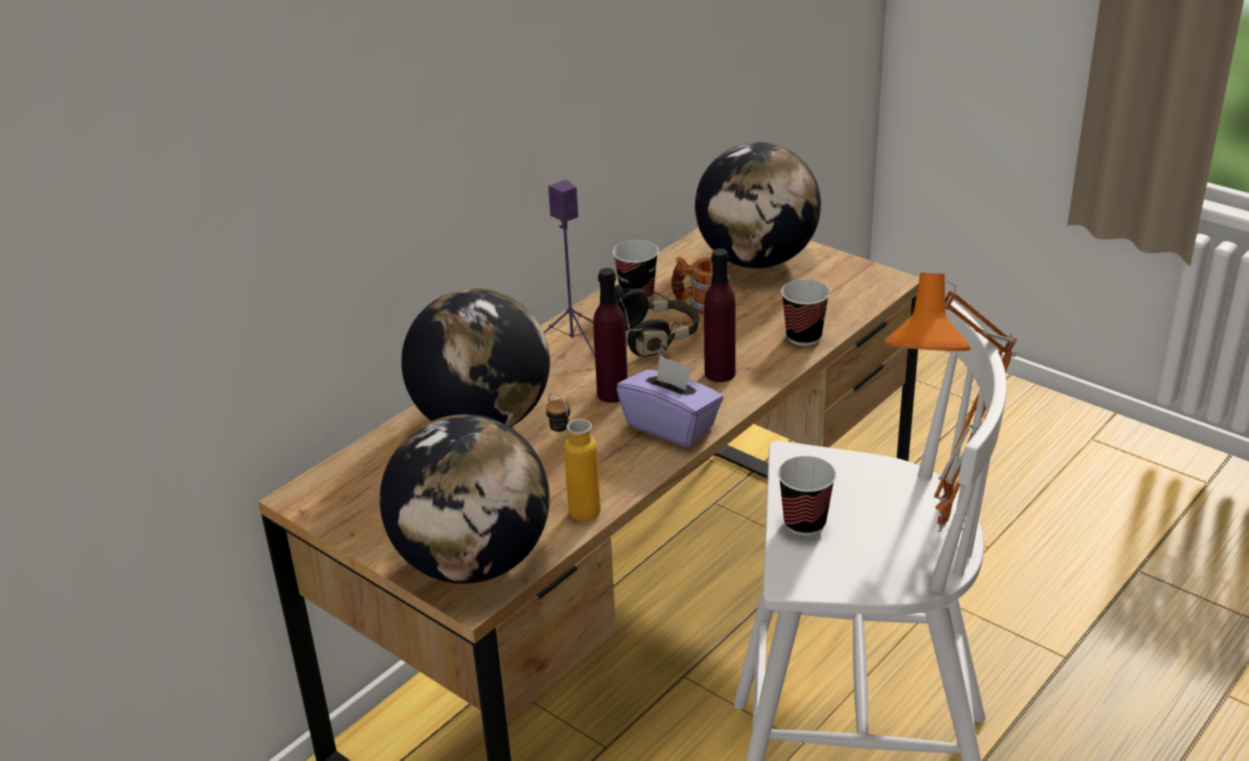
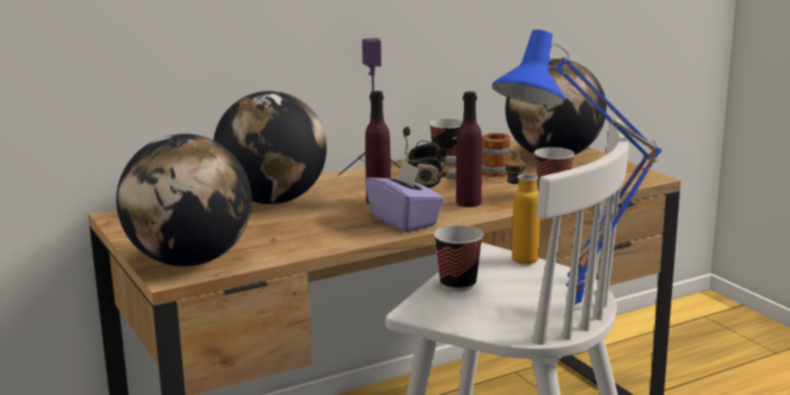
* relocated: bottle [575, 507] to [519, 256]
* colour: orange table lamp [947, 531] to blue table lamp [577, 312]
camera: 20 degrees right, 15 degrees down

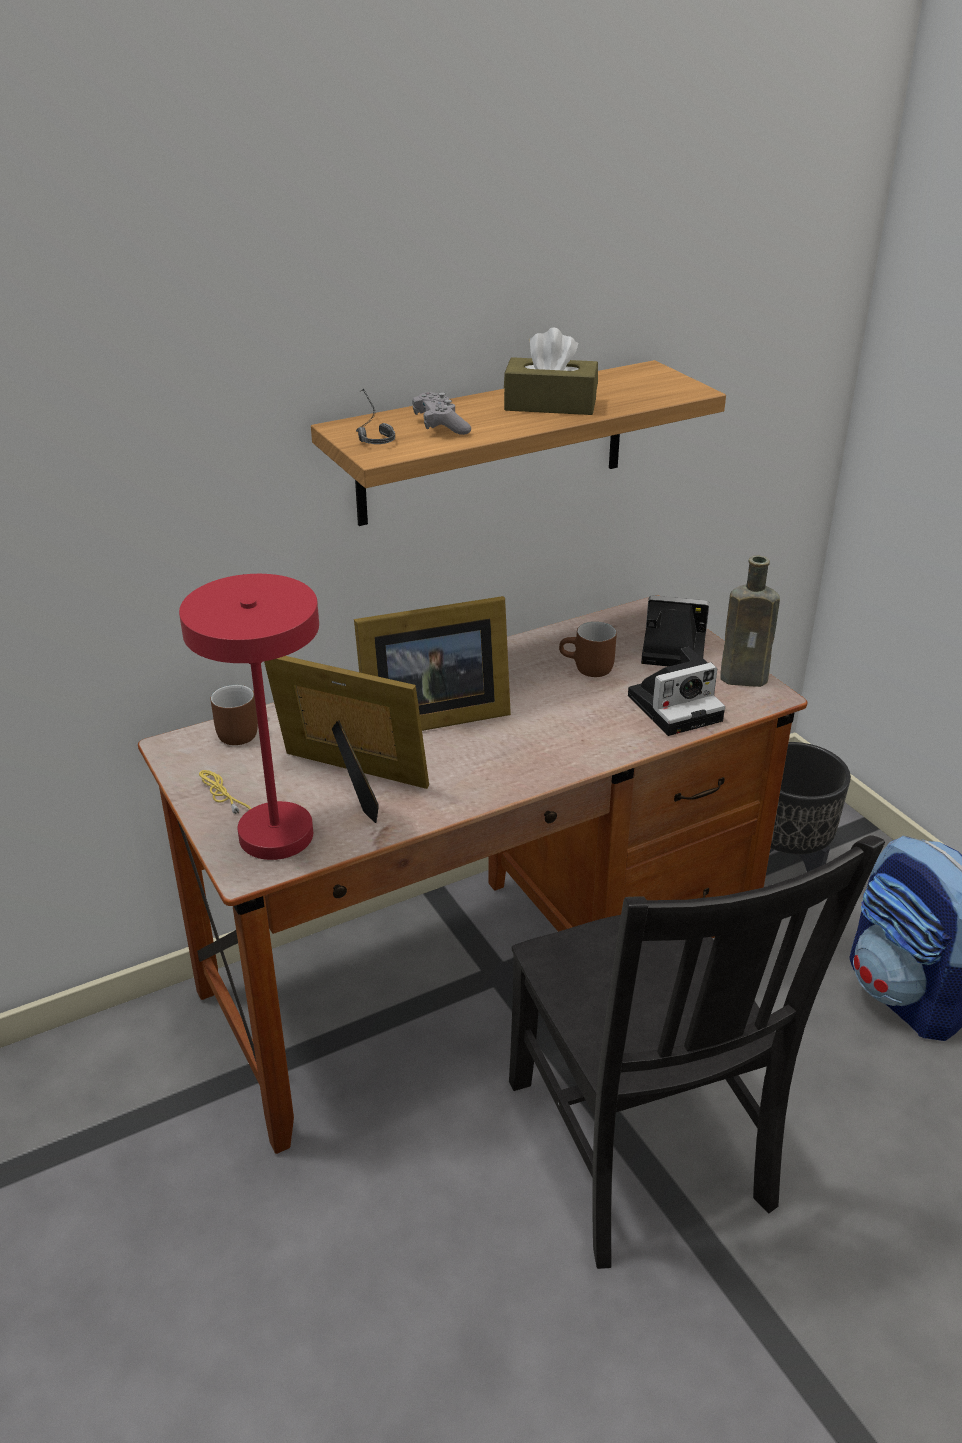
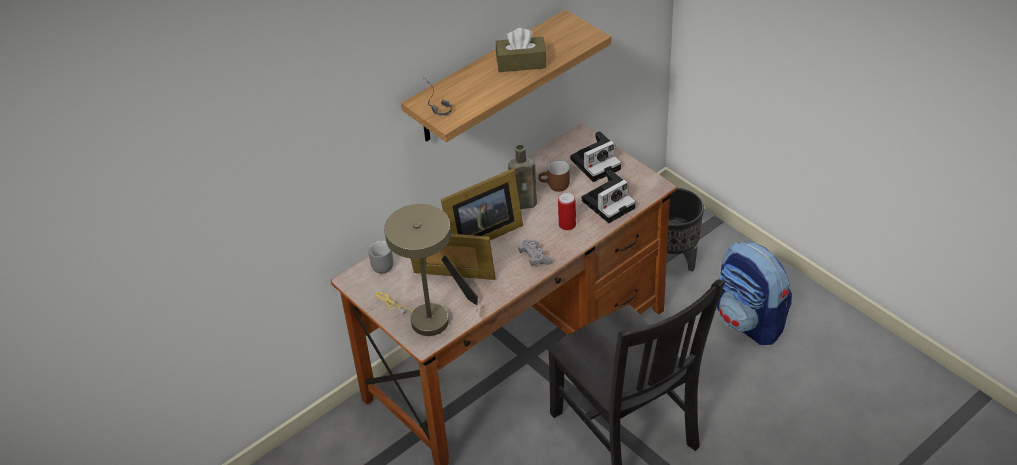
* appeared: can [567, 224]
* relocated: grey game controller [440, 426] to [534, 257]
* relocated: brown bottle [747, 678] to [525, 203]
* colour: red table lamp [266, 829] to beige table lamp [423, 319]
* colour: brown mug [239, 731] to grey mug [382, 263]
* spun: photo camera [670, 648] = [596, 163] 150 degrees clockwise
camera: 10 degrees left, 10 degrees up

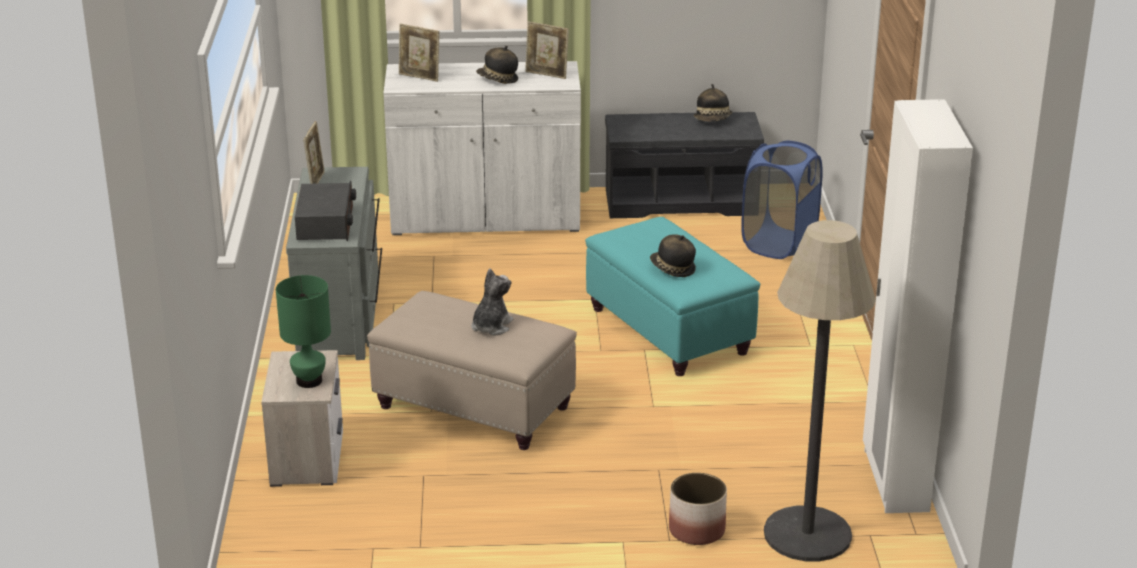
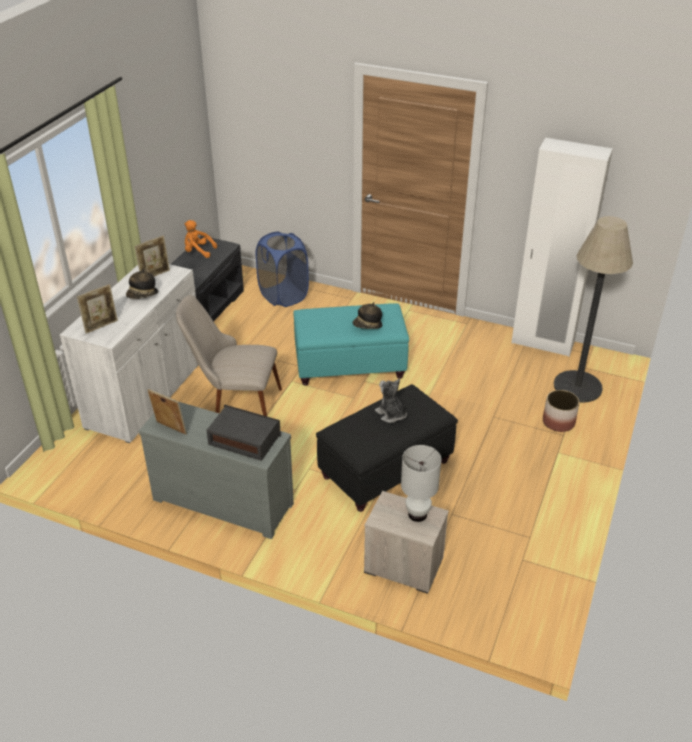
* appeared: beige chair [235, 405]
* exchanged: hat [713, 120] to orange plush toy [198, 251]
* colour: green table lamp [309, 381] to white table lamp [417, 514]
* colour: beige ottoman [472, 407] to black ottoman [385, 469]
camera: 65 degrees left, 10 degrees up

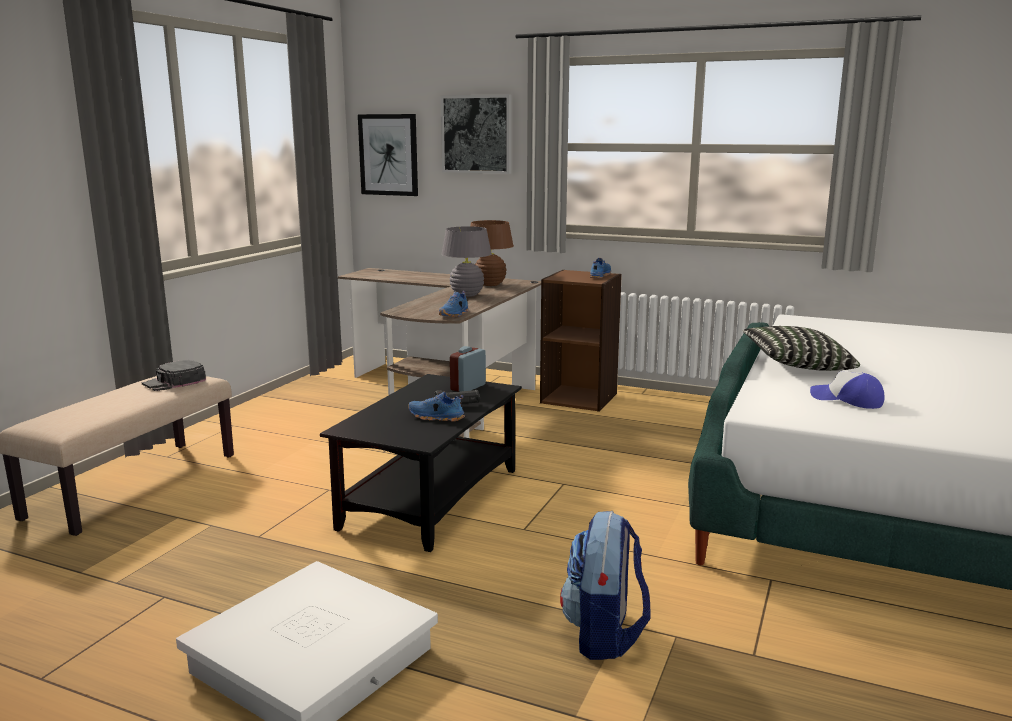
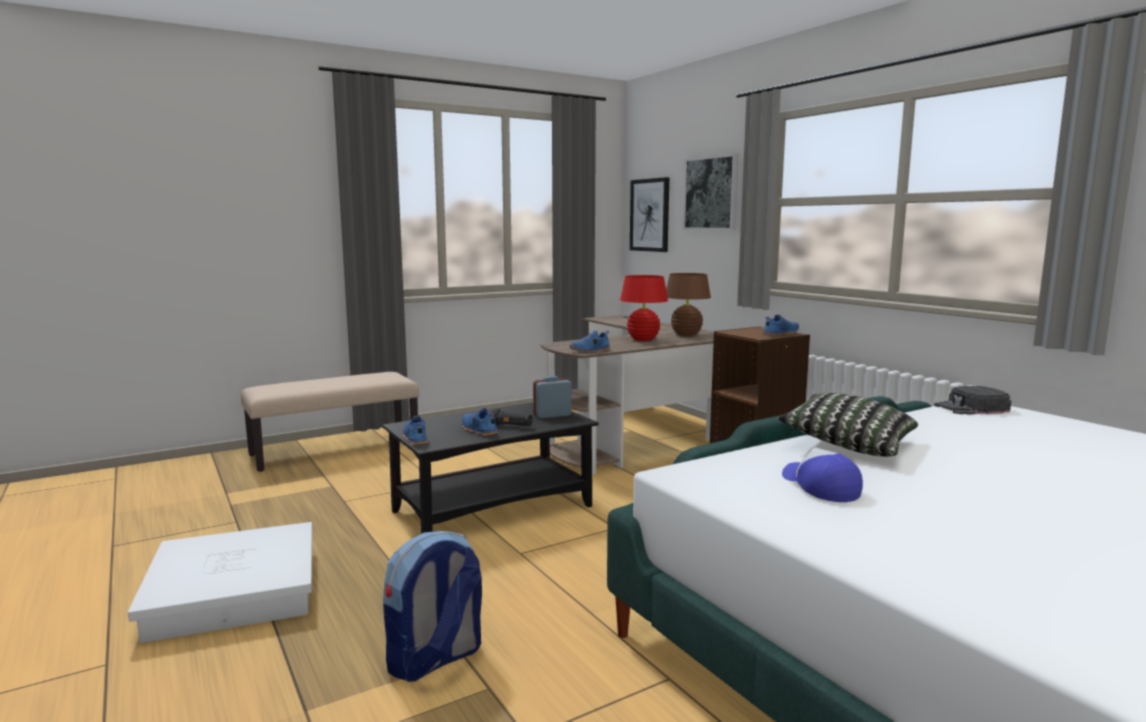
* appeared: blue shoe [414, 439]
* relocated: black cap [174, 382] to [971, 408]
* colour: grey table lamp [467, 295] to red table lamp [643, 339]
camera: 35 degrees right, 5 degrees down

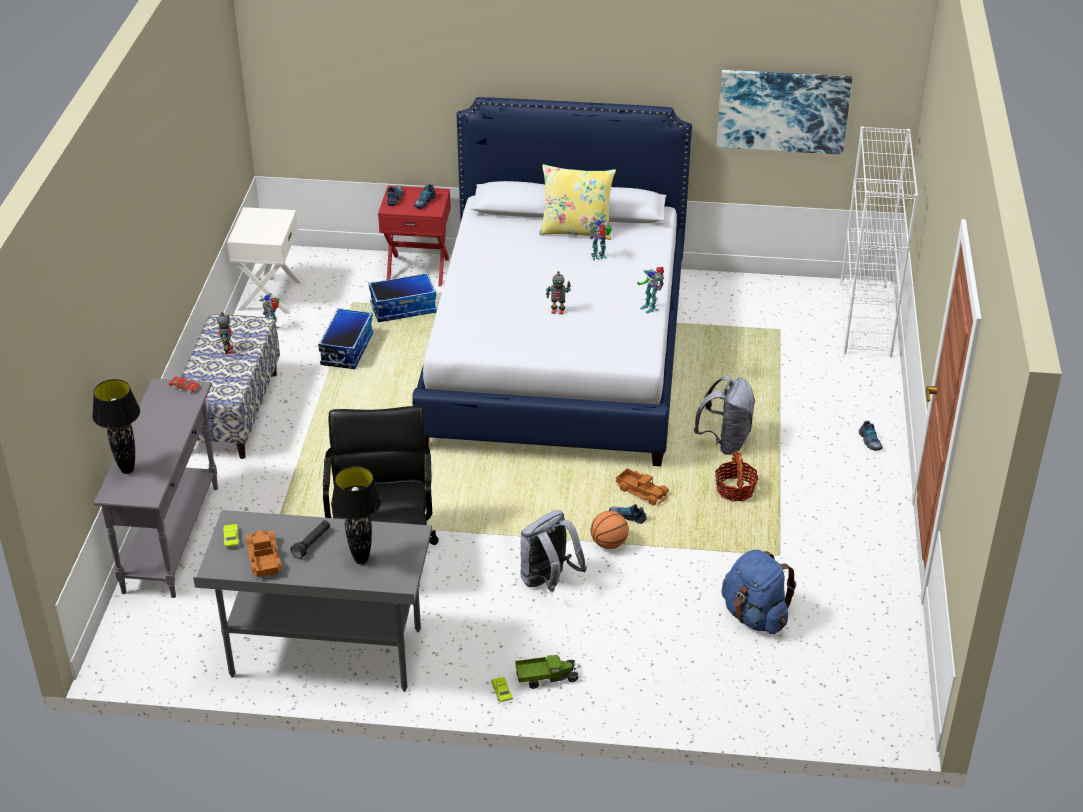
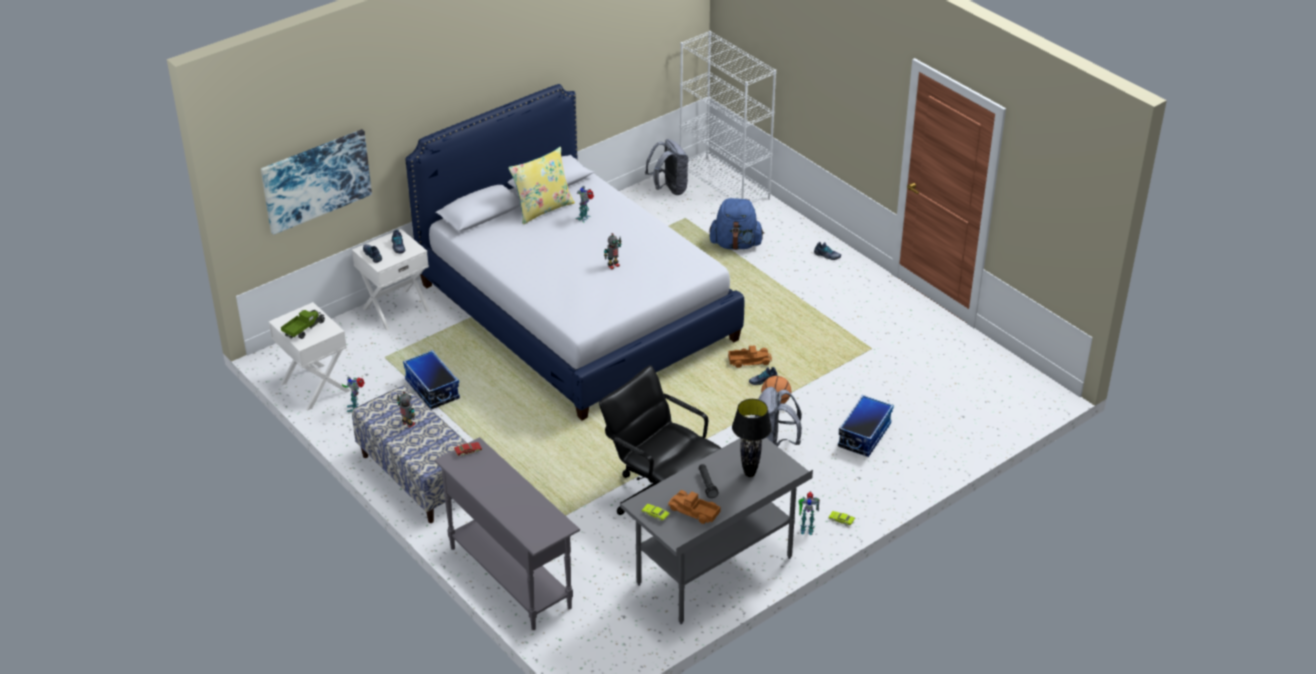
* missing: black table lamp [127, 470]
* missing: basket [735, 490]
* relocated: storage box [403, 308] to [864, 435]
* relocated: toy truck [546, 677] to [304, 329]
* relocated: toy robot [650, 307] to [806, 528]
* relocated: grey backpack [725, 442] to [669, 189]
* relocated: picture [783, 111] to [316, 180]
* relocated: blue backpack [755, 616] to [736, 244]
* colour: red nightstand [418, 269] to white nightstand [395, 309]
camera: 45 degrees left, 0 degrees up

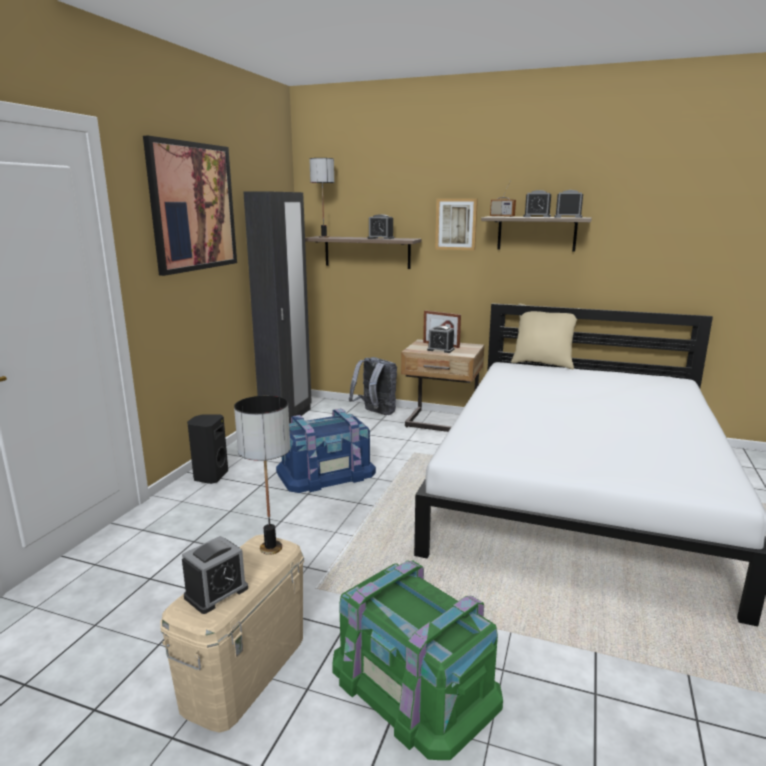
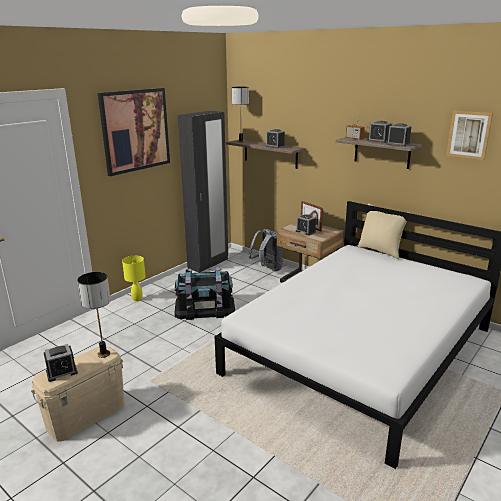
* missing: green storage box [413, 683]
* relocated: picture [456, 224] to [469, 134]
* exchanged: black speaker [210, 476] to yellow table lamp [137, 299]
* colour: blue storage box [326, 472] to black storage box [205, 307]
camera: 20 degrees right, 5 degrees up

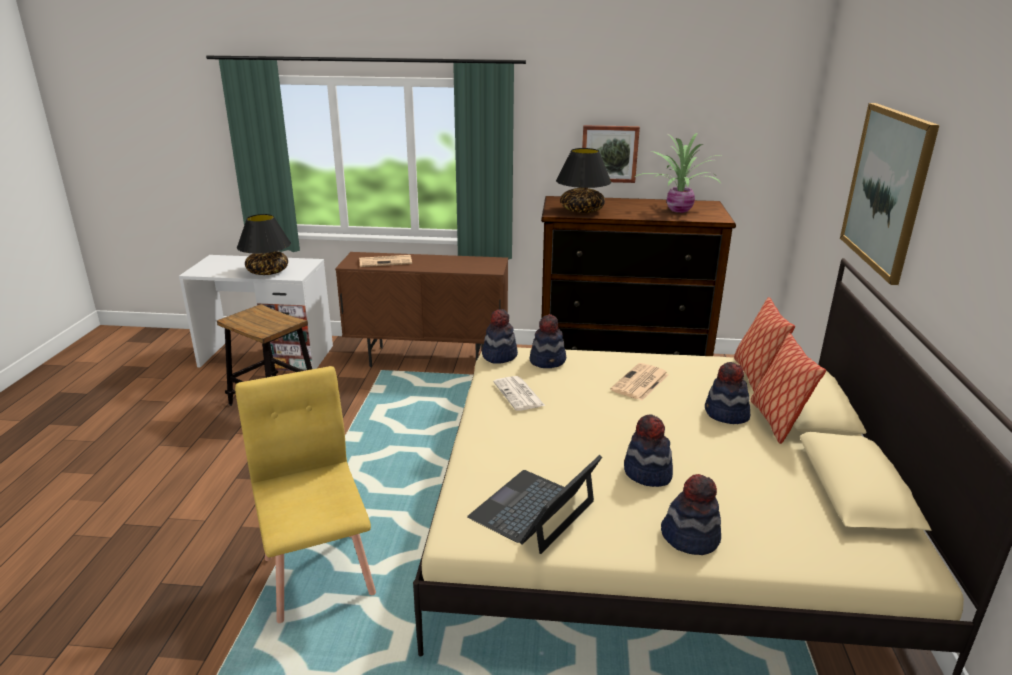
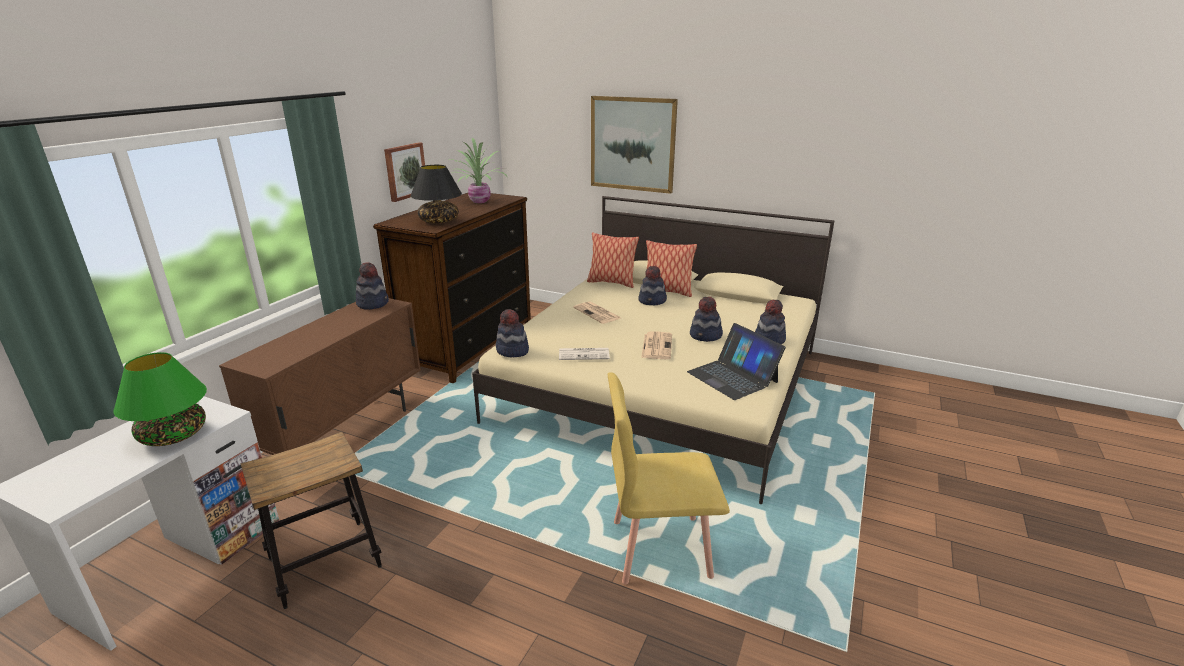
* relocated: newspaper [386, 261] to [656, 346]
* relocated: hat [548, 361] to [373, 303]
* colour: black table lamp [267, 272] to green table lamp [173, 435]
camera: 70 degrees left, 0 degrees up

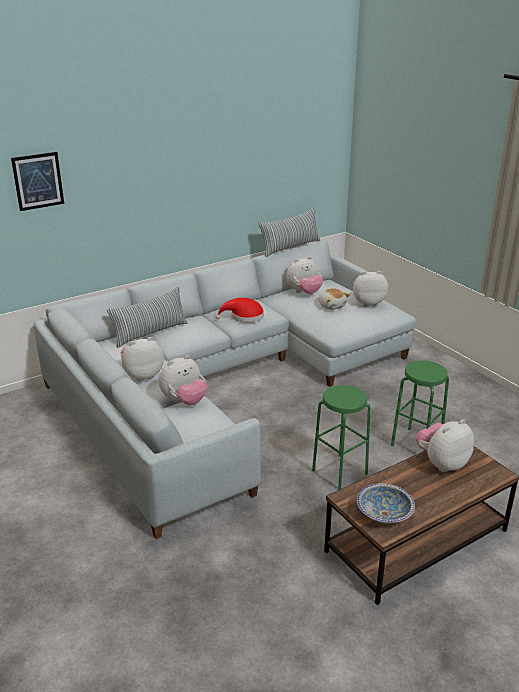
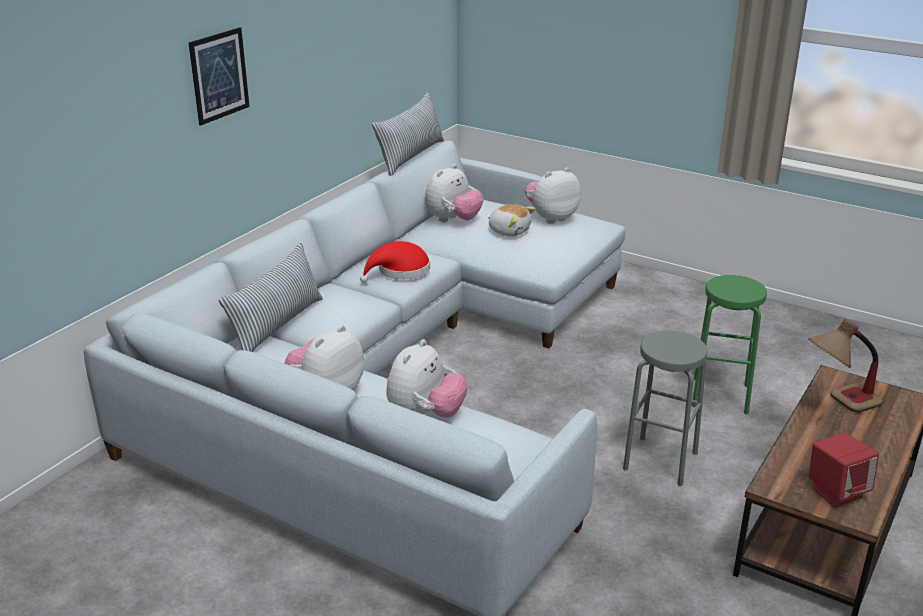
* relocated: picture [38, 181] to [219, 75]
* exchanged: bowl [384, 513] to red speaker [836, 491]
* exchanged: plush toy [441, 463] to table lamp [837, 405]
* colour: green stool [339, 472] to grey stool [660, 461]
camera: 25 degrees left, 0 degrees up

